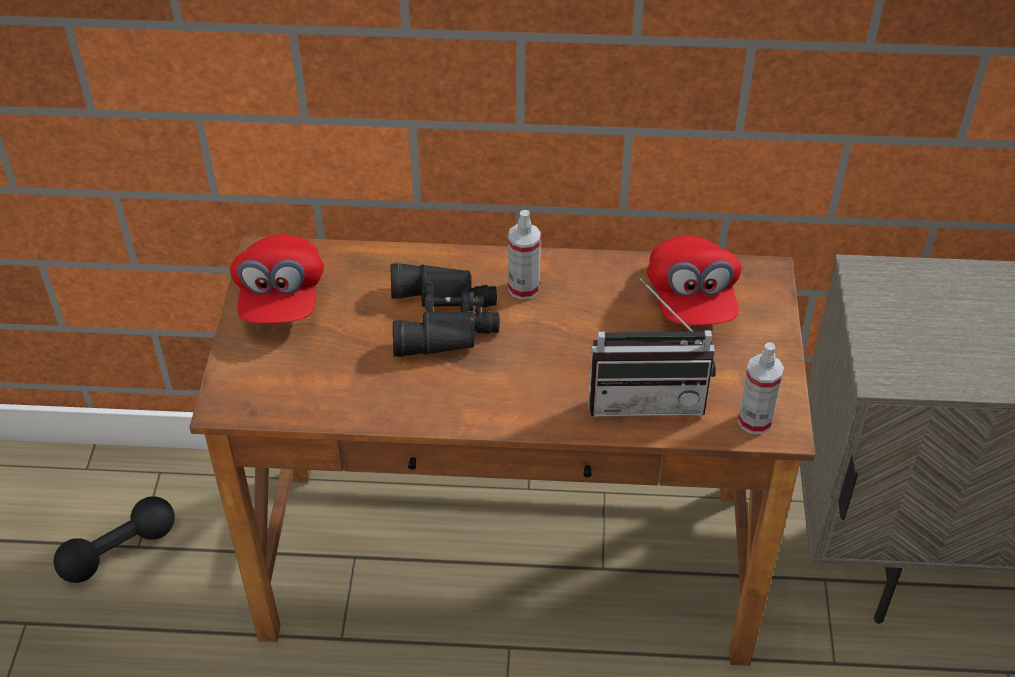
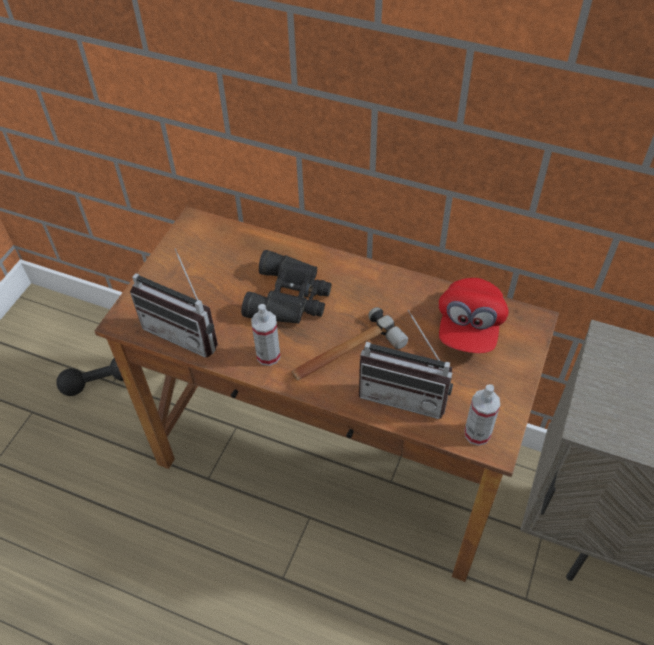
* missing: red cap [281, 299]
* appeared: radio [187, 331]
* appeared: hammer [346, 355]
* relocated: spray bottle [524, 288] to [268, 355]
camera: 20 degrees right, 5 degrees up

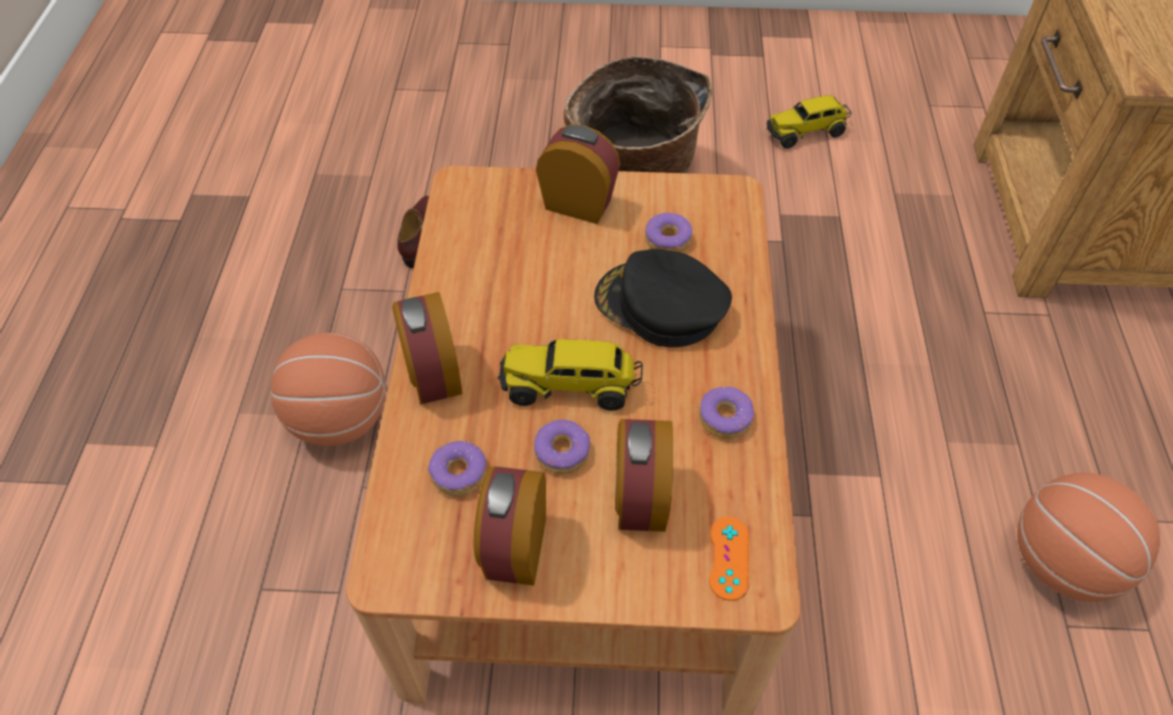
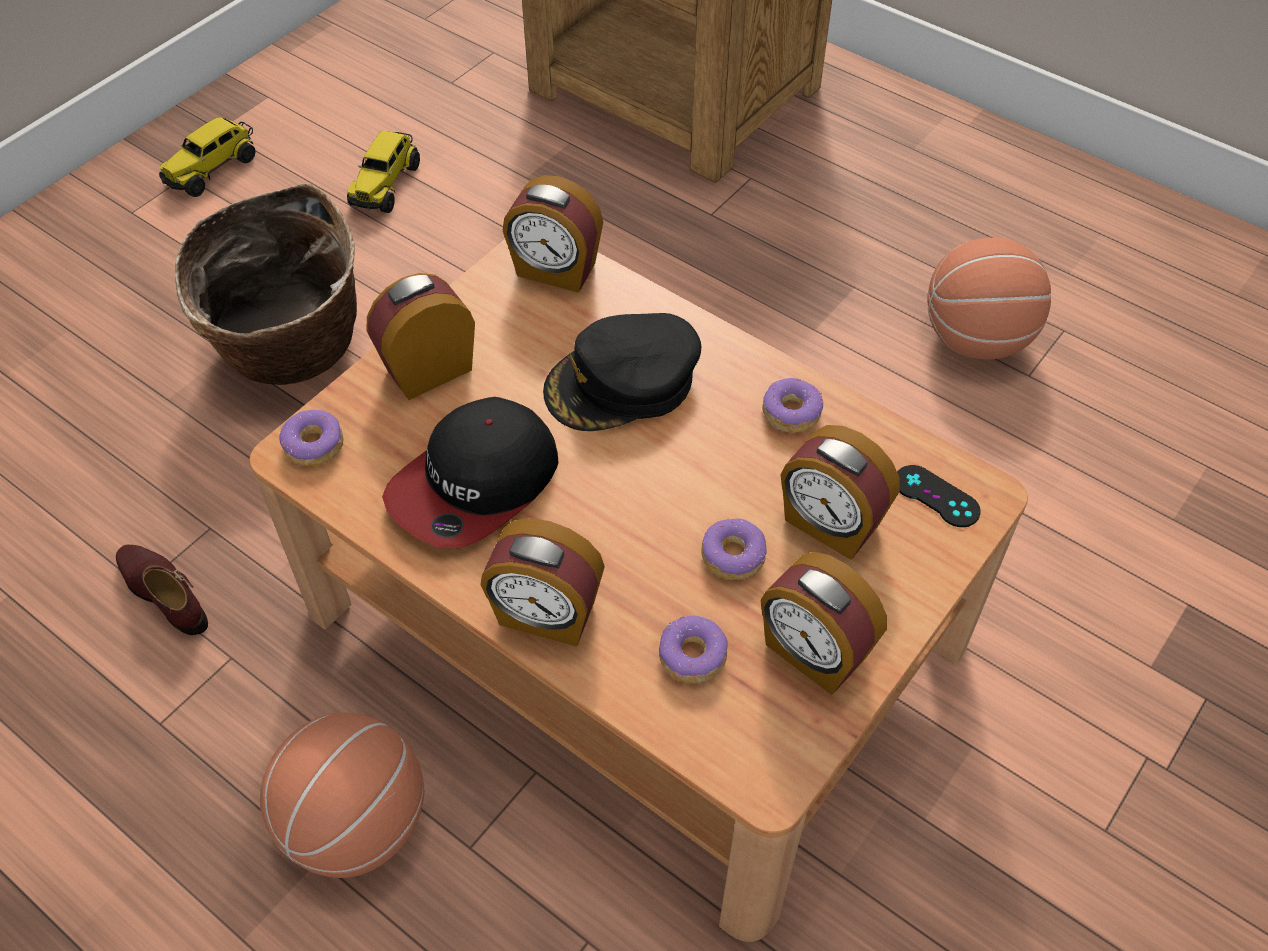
* appeared: cap [475, 484]
* appeared: alarm clock [555, 271]
* relocated: toy truck [570, 386] to [212, 169]
* relocated: donut [668, 240] to [314, 445]
* colour: orange game controller [729, 558] to black game controller [936, 496]
camera: 55 degrees left, 0 degrees up

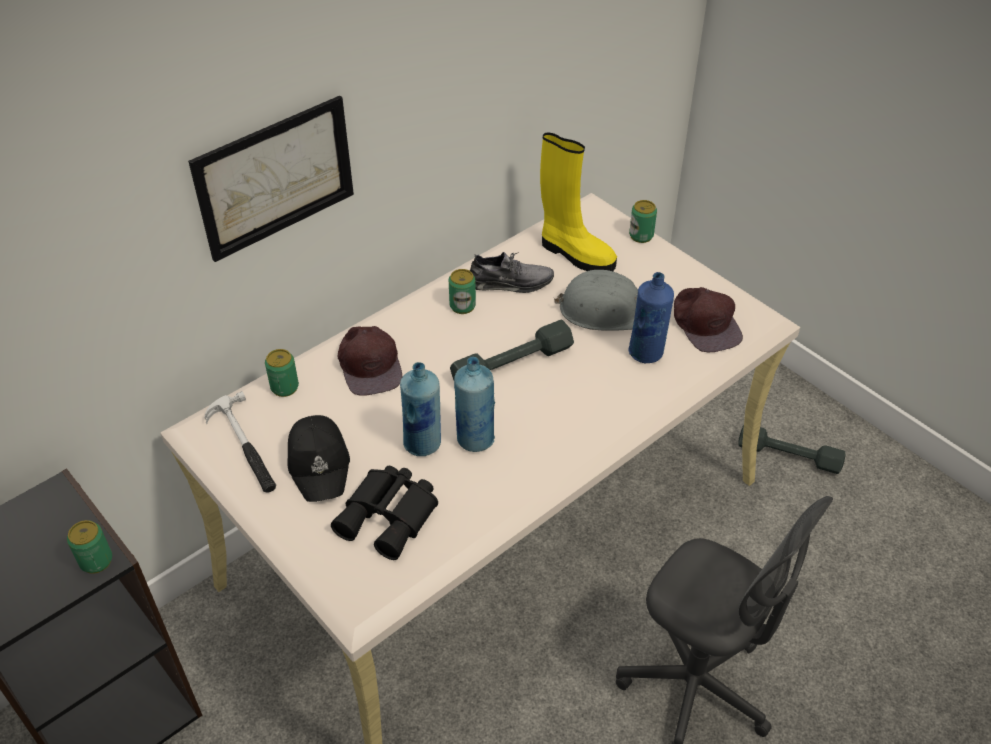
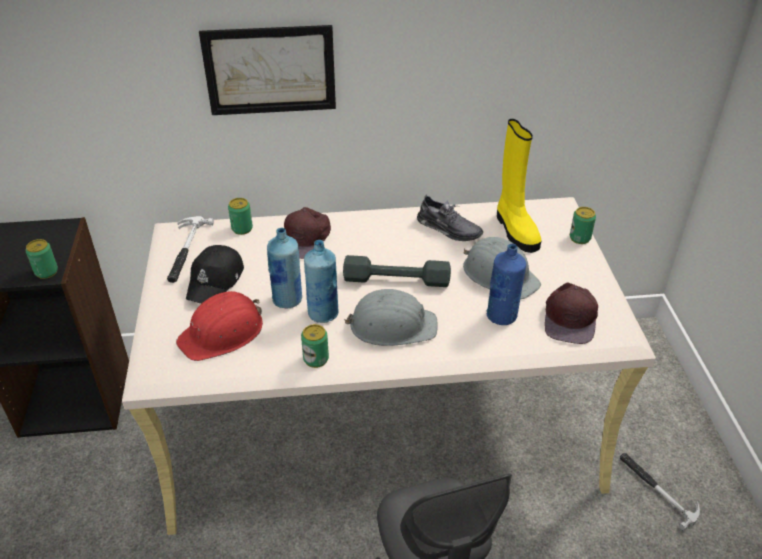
* appeared: grey hard hat [392, 325]
* relocated: can [462, 306] to [316, 359]
* exchanged: black binoculars [390, 516] to red hard hat [223, 332]
* exchanged: grey dumbbell [789, 455] to hammer [657, 489]
camera: 35 degrees right, 5 degrees down

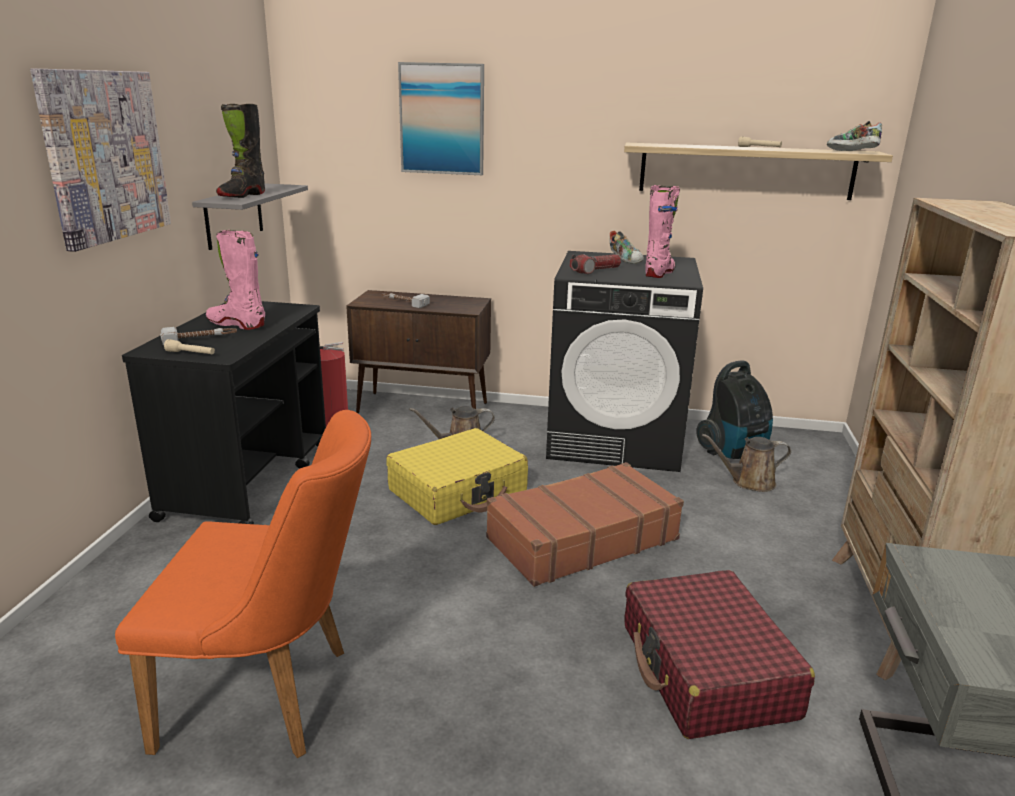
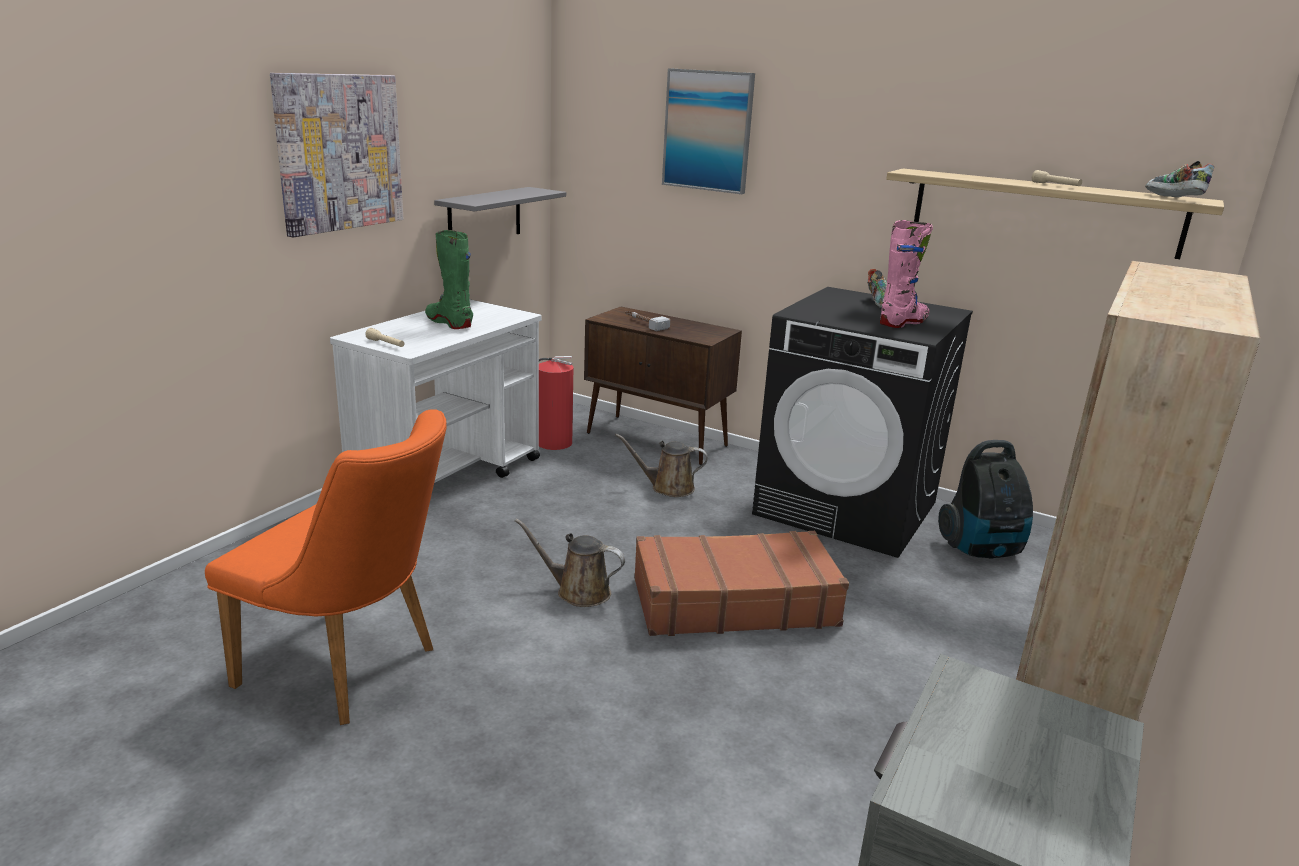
* missing: hammer [200, 340]
* missing: black boot [242, 195]
* missing: yellow suitcase [458, 492]
* missing: flashlight [595, 271]
* missing: red suitcase [706, 671]
* relocated: brown watering can [749, 482] to [578, 591]
* colour: black cart [249, 479] to white cart [448, 477]
* colour: pink boot [237, 324] to green boot [449, 323]
camera: 20 degrees right, 0 degrees up

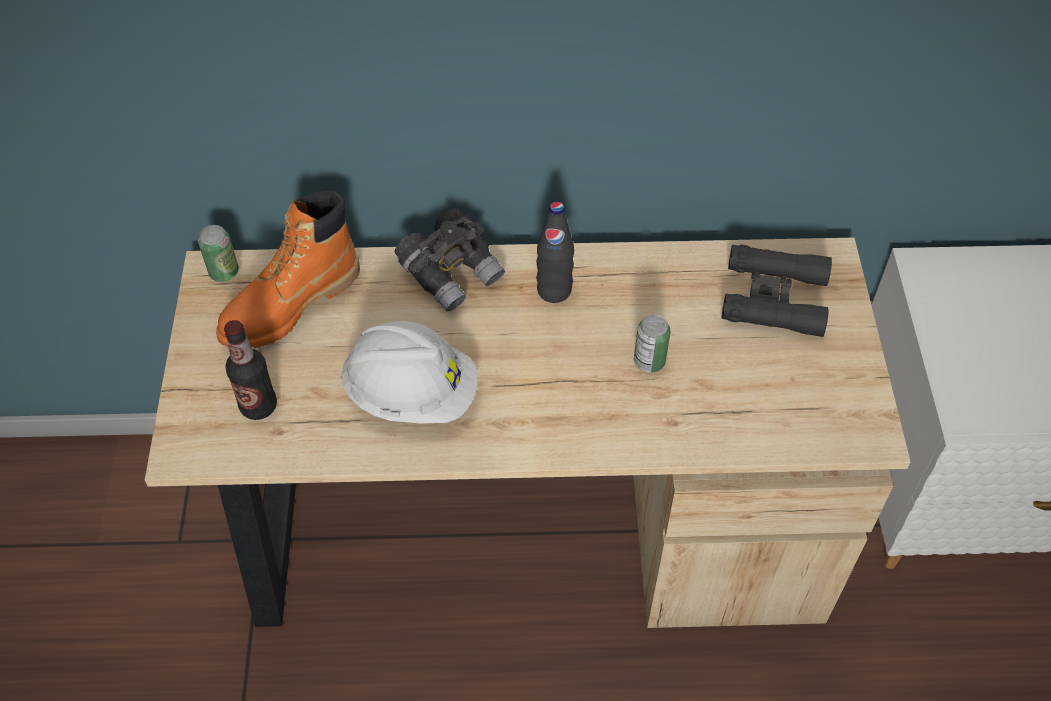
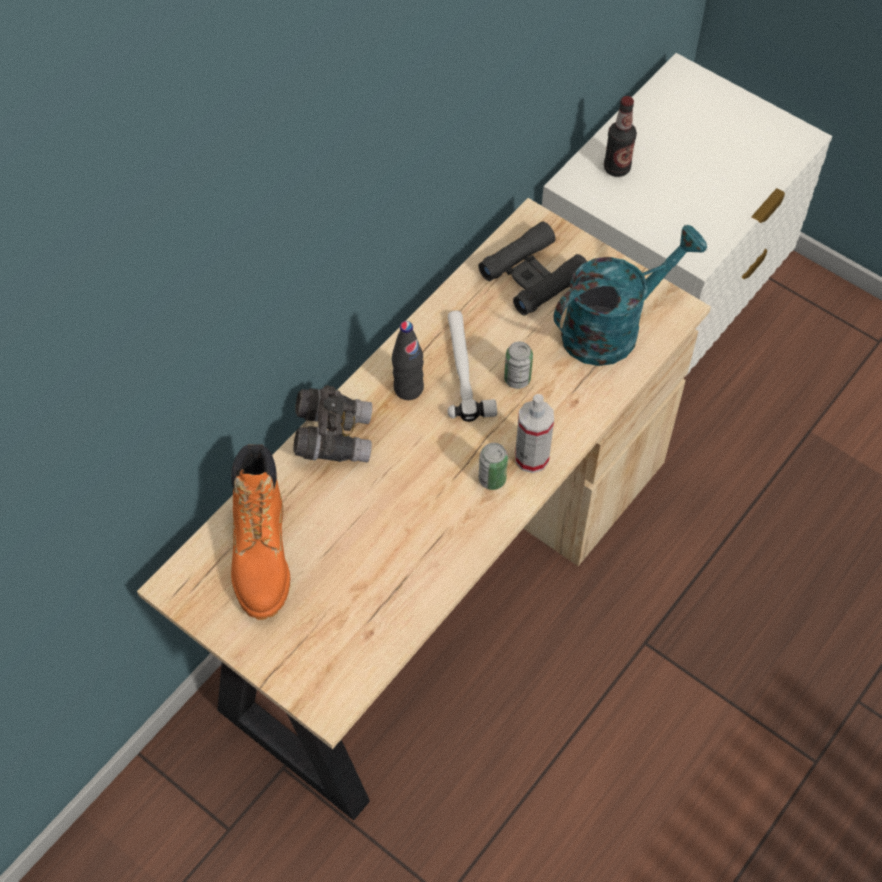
* missing: white hard hat [411, 394]
* appeared: hammer [464, 368]
* appeared: spray bottle [531, 458]
* appeared: turquoise watering can [613, 327]
* relocated: can [224, 272] to [492, 479]
* relocated: bottle [258, 406] to [617, 168]
camera: 50 degrees left, 5 degrees up

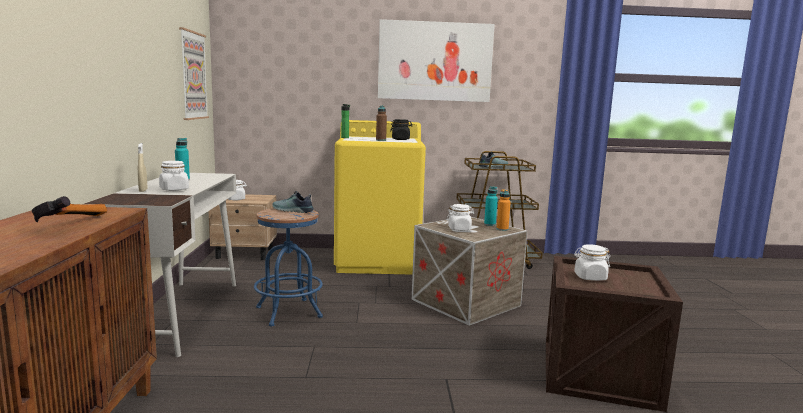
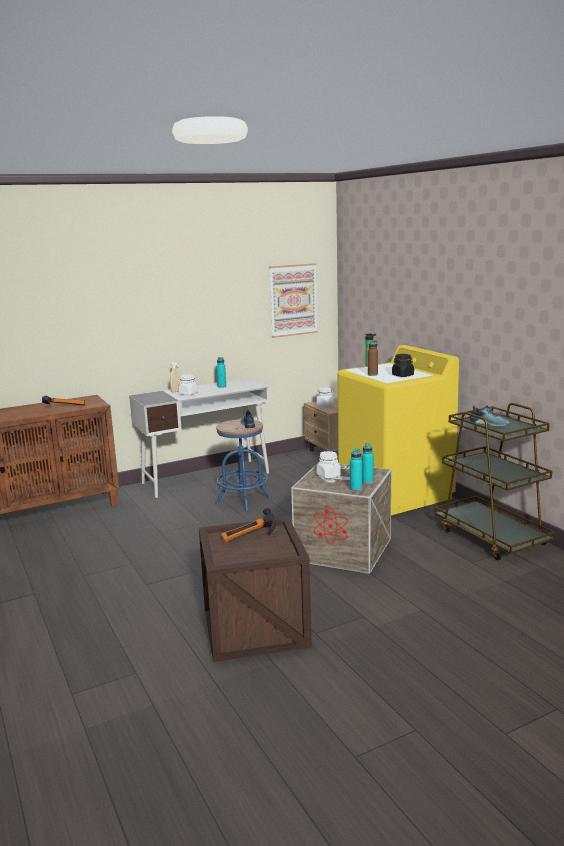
* missing: picture [435, 61]
* exchanged: white jar [590, 277] to hammer [250, 538]
* colour: orange bottle [502, 229] to turquoise bottle [356, 488]
camera: 65 degrees right, 5 degrees up

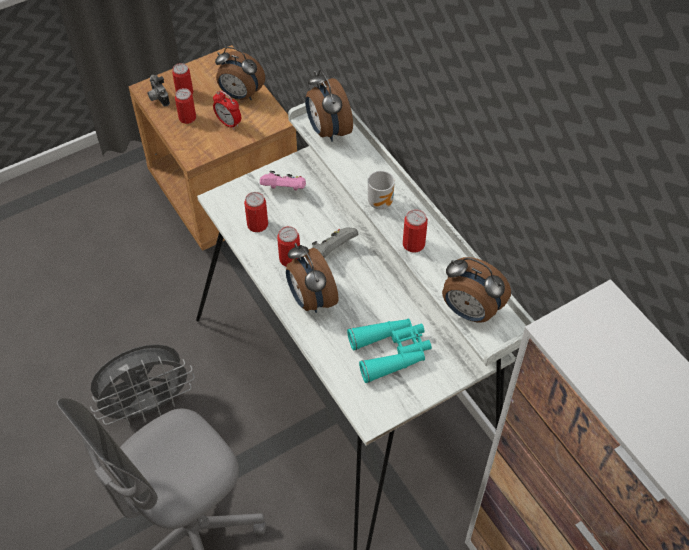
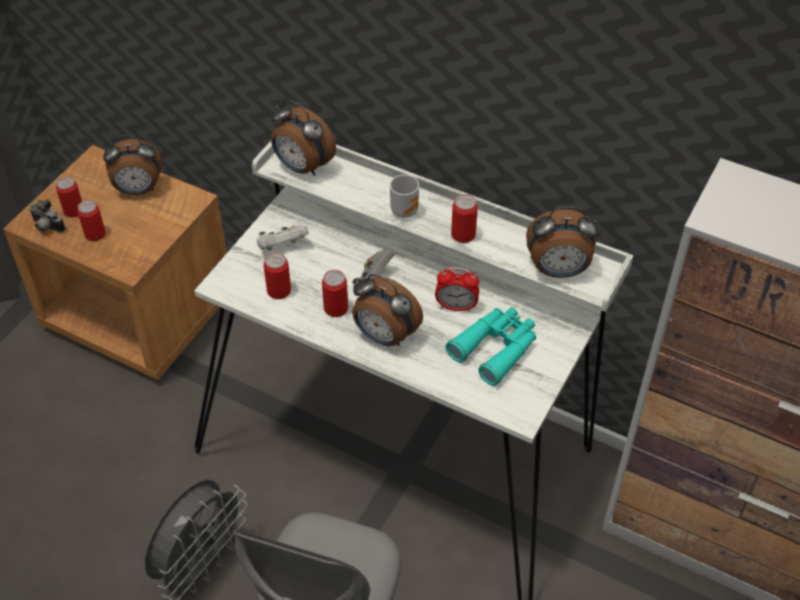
* relocated: alarm clock [228, 123] to [456, 307]
* colour: pink game controller [284, 190] to white game controller [282, 247]
camera: 30 degrees left, 5 degrees down

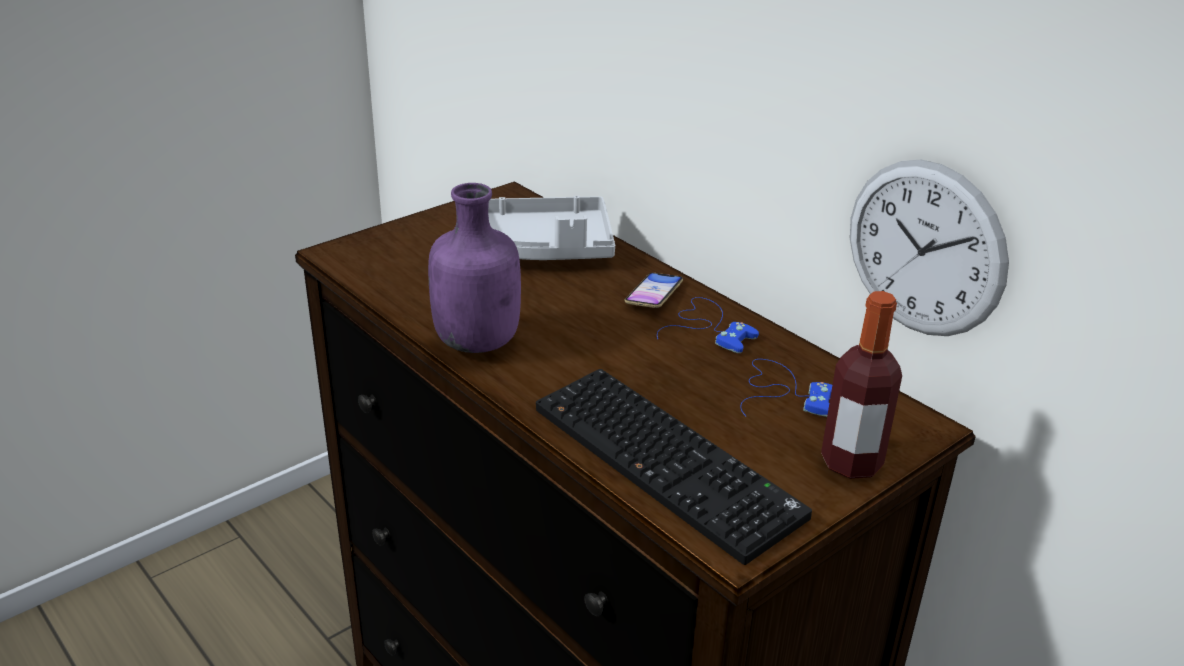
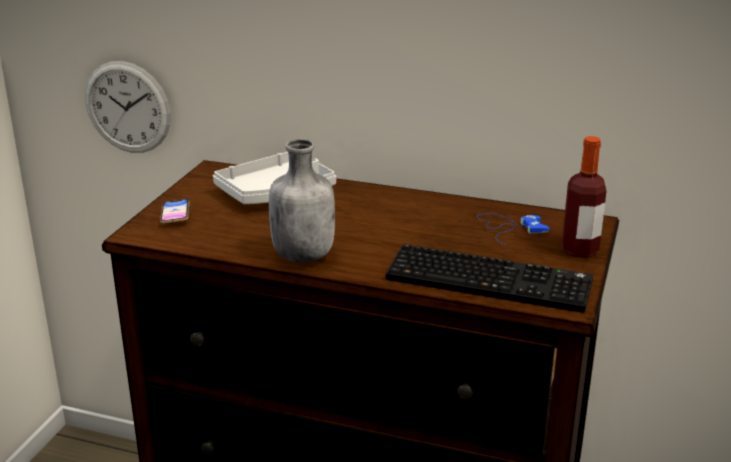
* missing: blue game controller [708, 327]
* relocated: phone [654, 295] to [175, 215]
* relocated: wall clock [925, 249] to [127, 107]
* colour: purple bottle [478, 341] to grey bottle [304, 255]
camera: 30 degrees left, 5 degrees down

